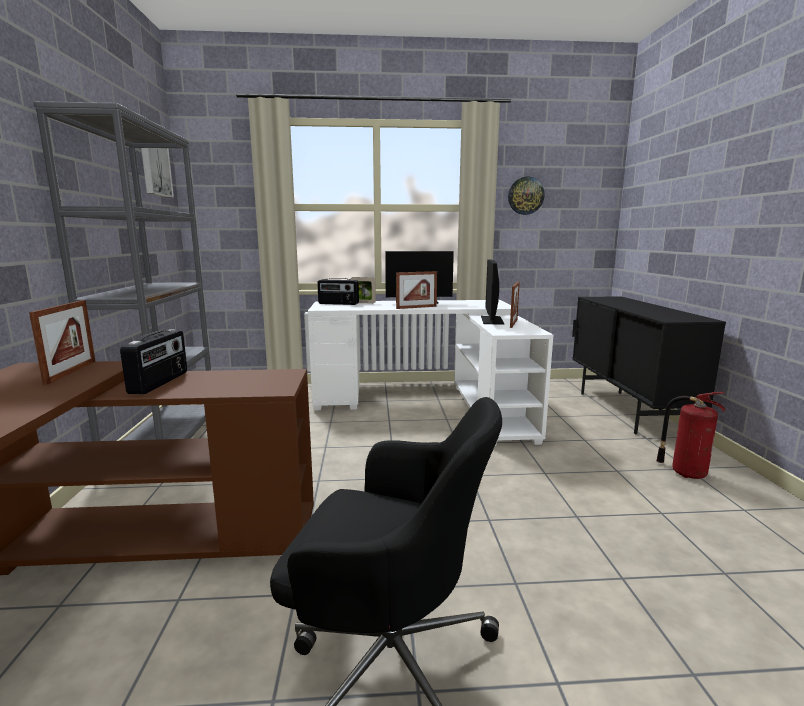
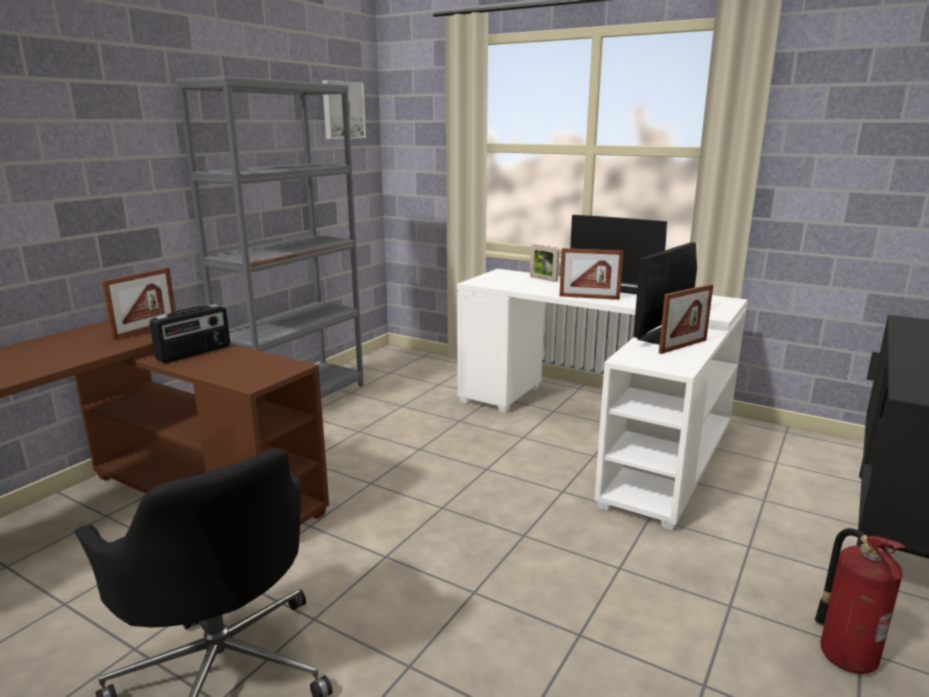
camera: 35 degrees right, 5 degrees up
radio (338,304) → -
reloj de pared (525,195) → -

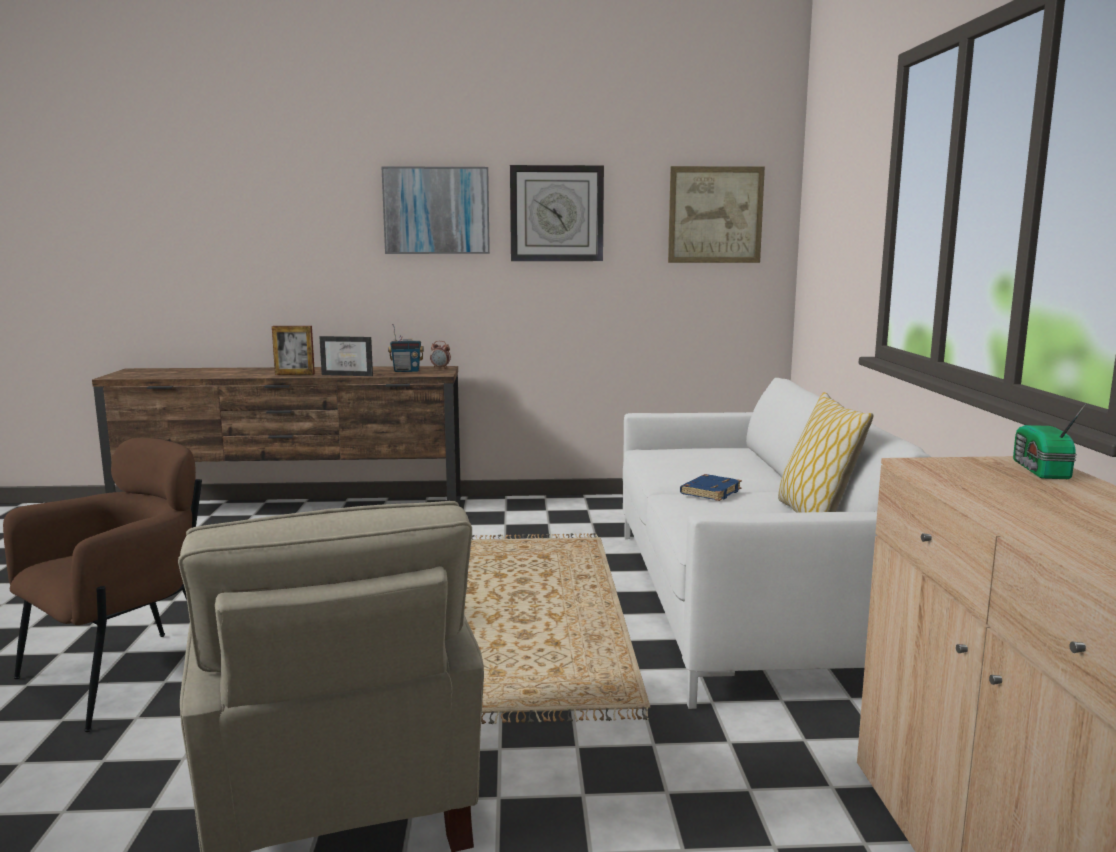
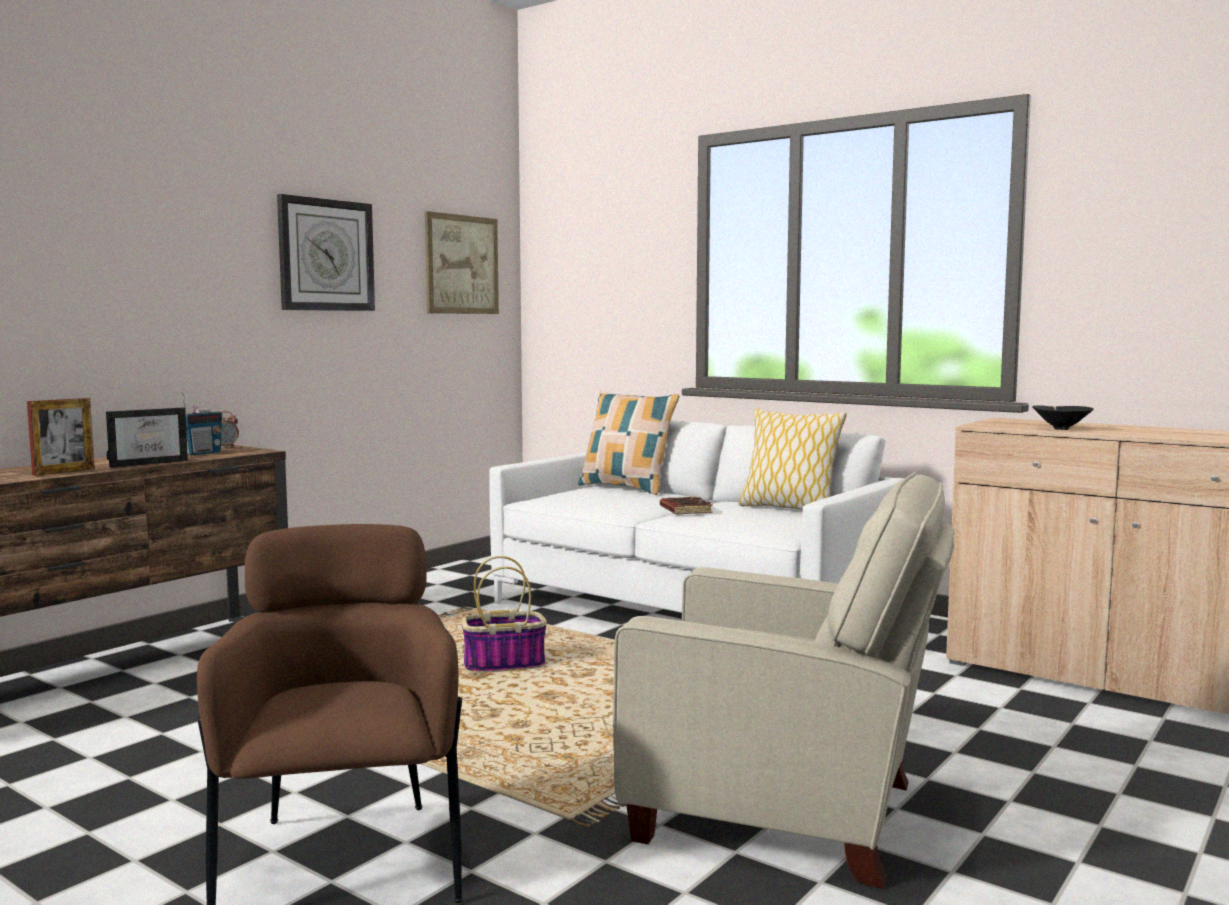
camera: 50 degrees left, 5 degrees down
cuadro (436,210) → -
libro/azul (710,492) → libro/marrón (684,510)
radio (1039,470) → -
- → cesta (505,665)
- → cojín (626,488)
- → cuenco/negro (1061,429)

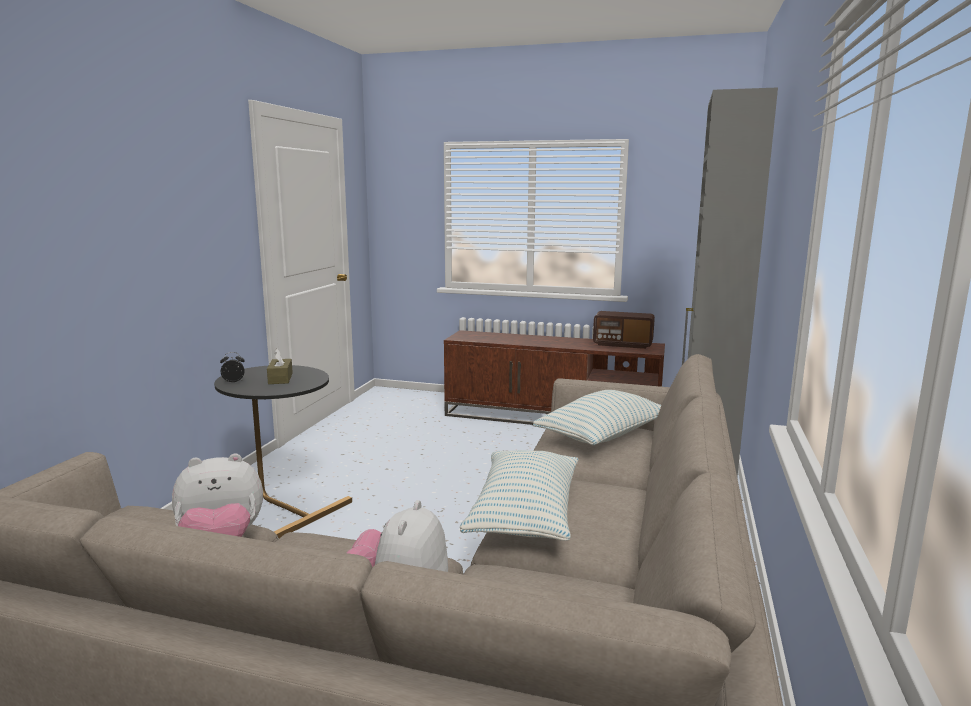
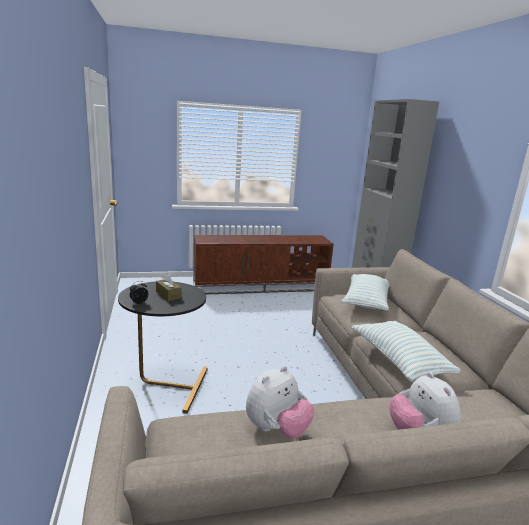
camera: 30 degrees left, 5 degrees up
radio (622,344) → -

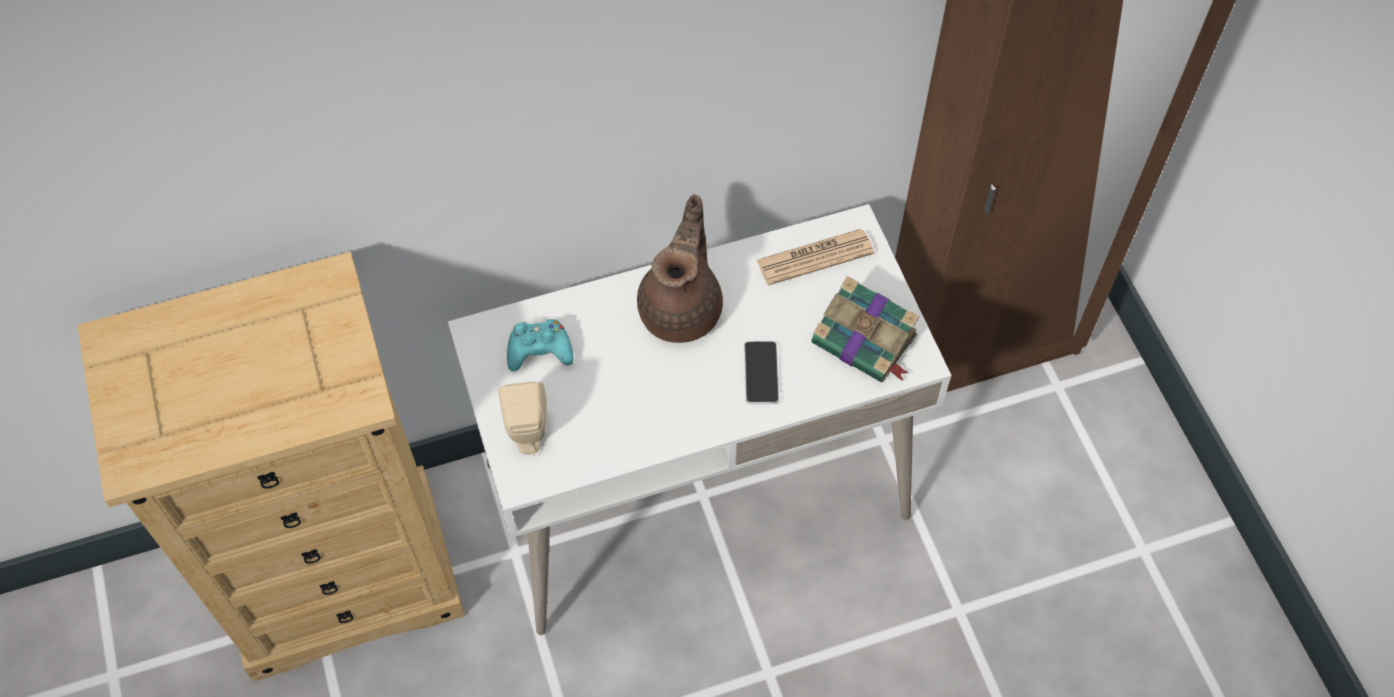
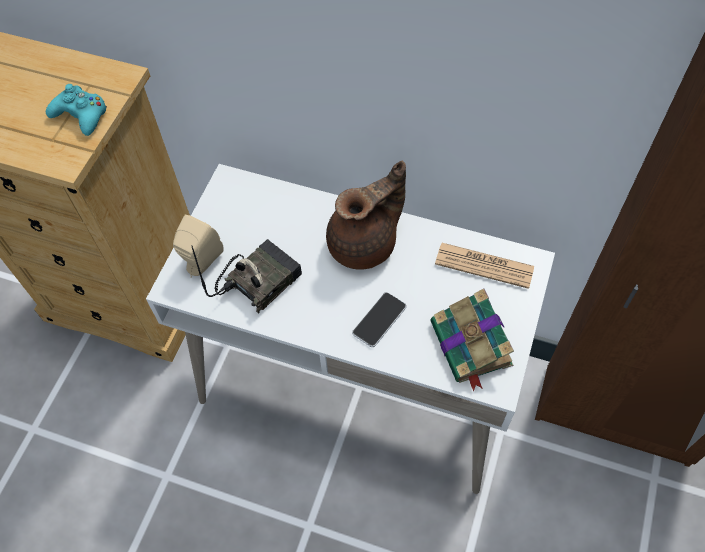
camera: 40 degrees right, 0 degrees up
mando de consola/turquesa (539,350) → mando de consola/turquesa (81,115), relocated
- → radio (258,279)

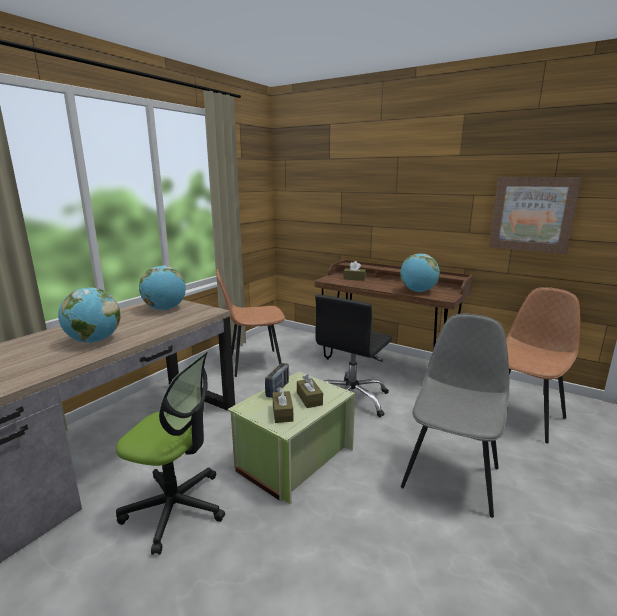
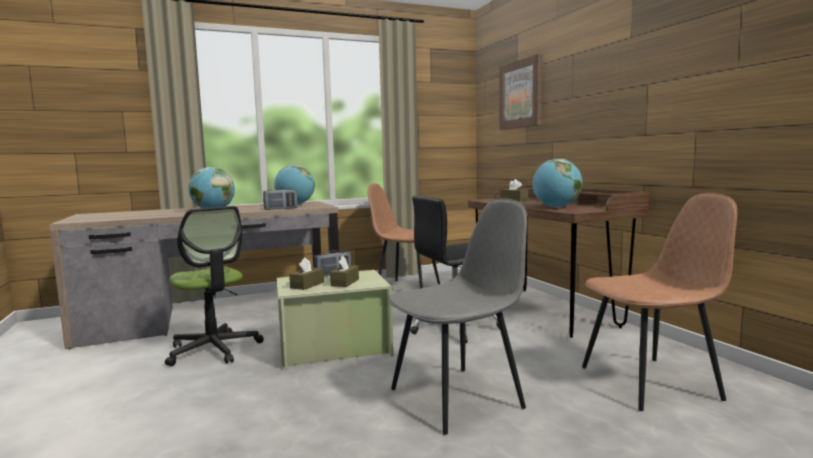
camera: 35 degrees right, 10 degrees down
cuadro (532,214) → cuadro (521,94), relocated
- → radio (281,209)

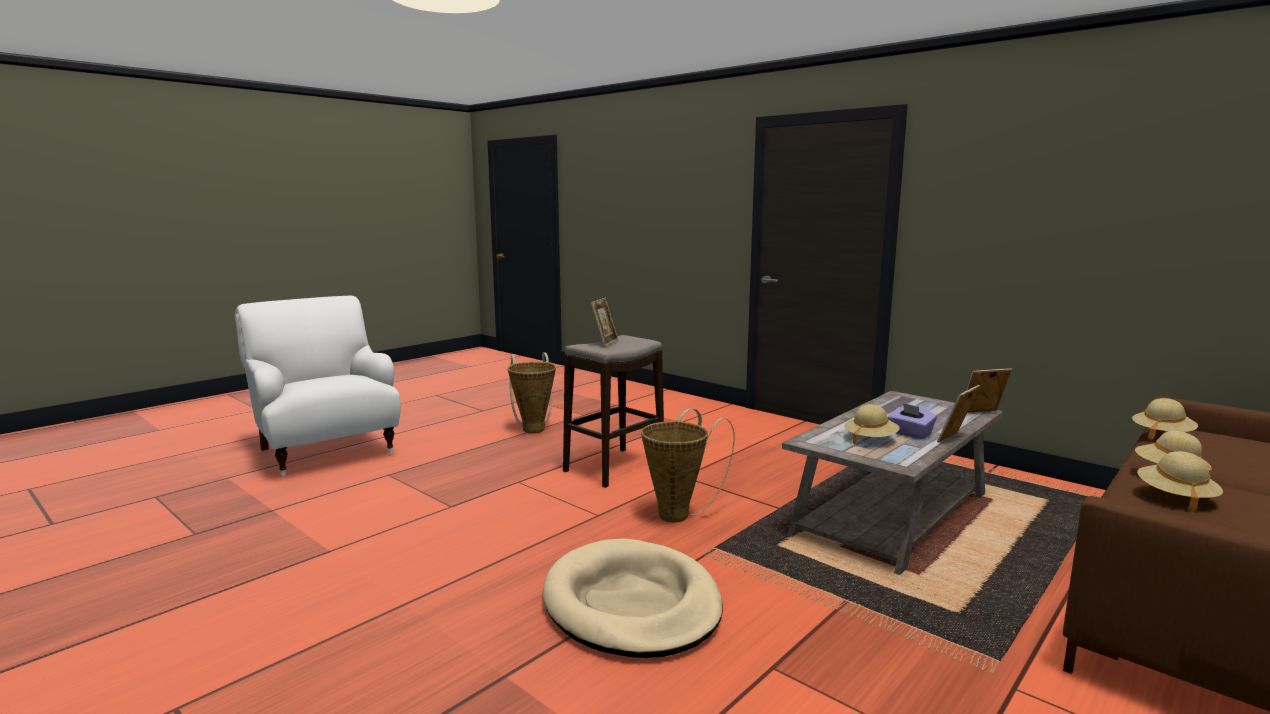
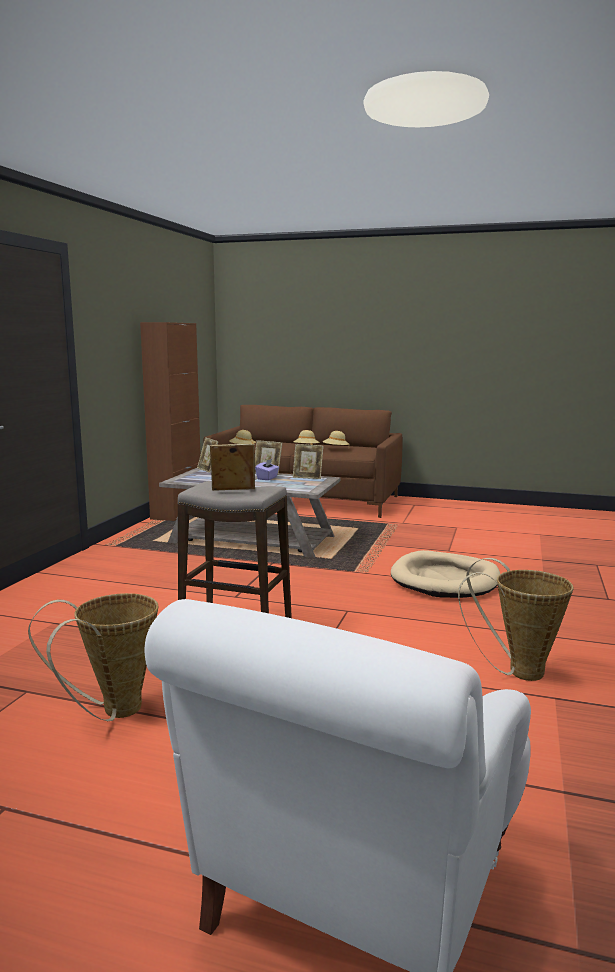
camera: 115 degrees left, 0 degrees up
cesta (679,514) → cesta (517,671), relocated
sombrero/beis (870,439) → -
- → armario/marrón (177,512)
- → portarretratos (308,477)

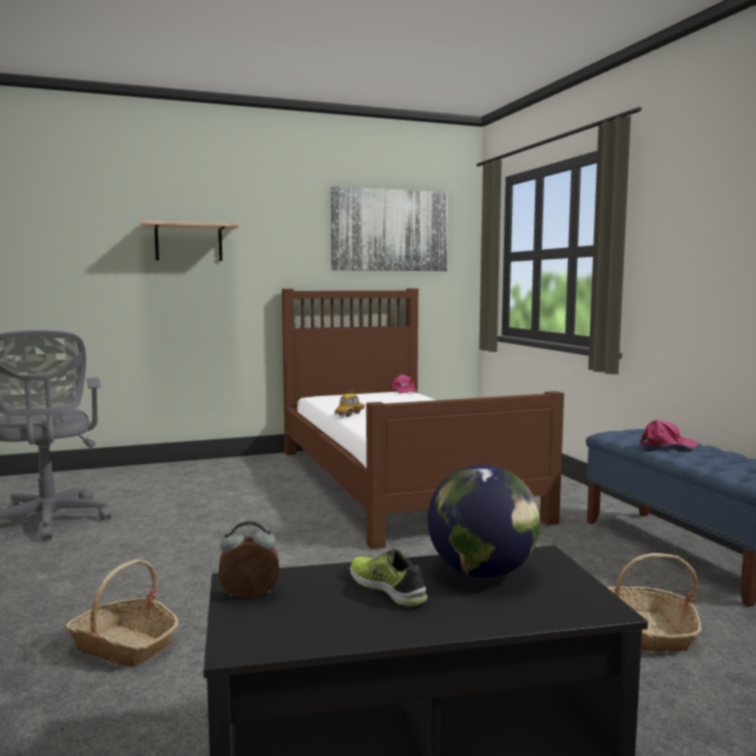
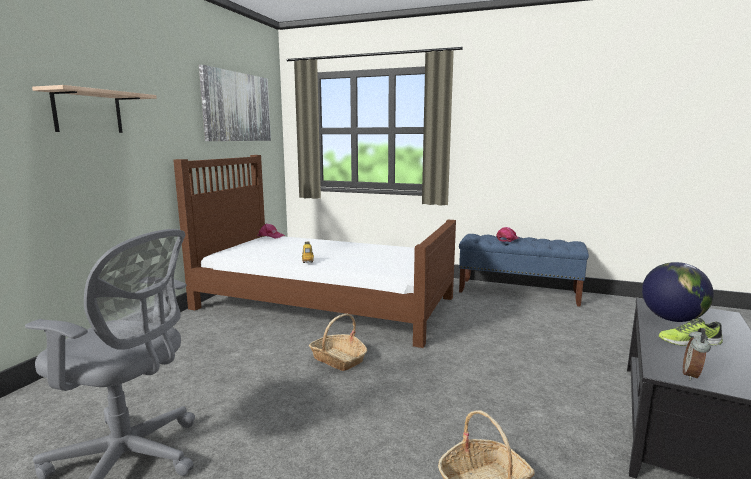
camera: 50 degrees left, 5 degrees up
cesta (650,631) → cesta (338,359), relocated

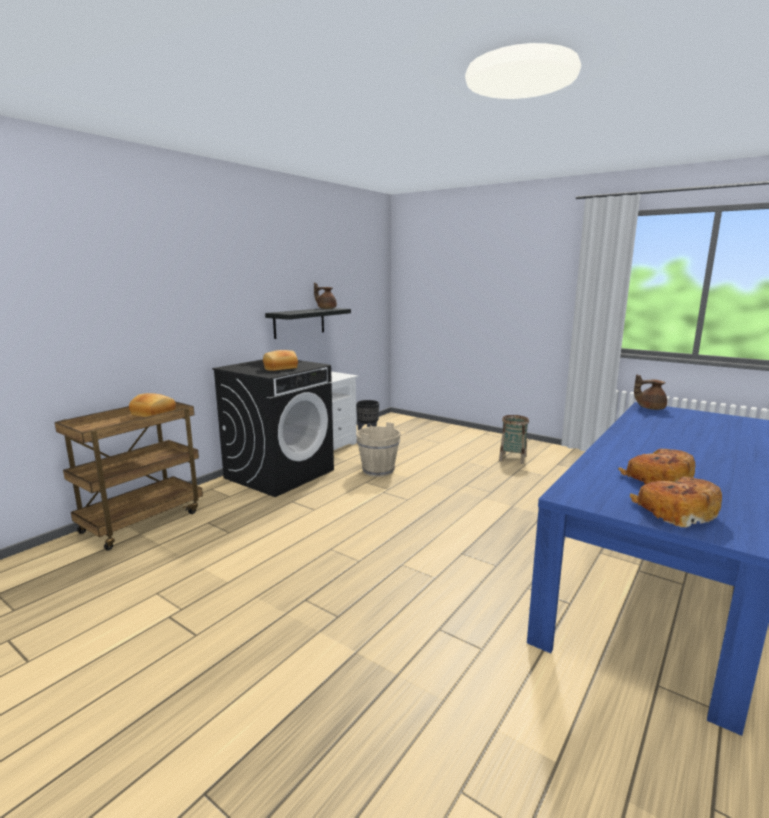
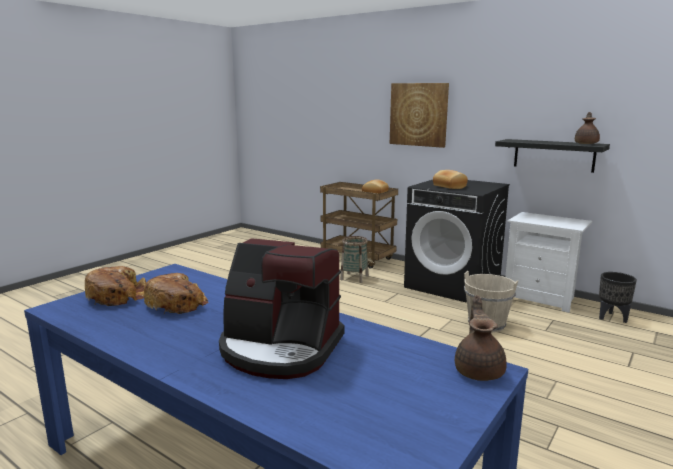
camera: 90 degrees right, 0 degrees up
cesta (512,458) → cesta (354,278), relocated
- → cafetera (280,349)
- → cuadro (418,114)

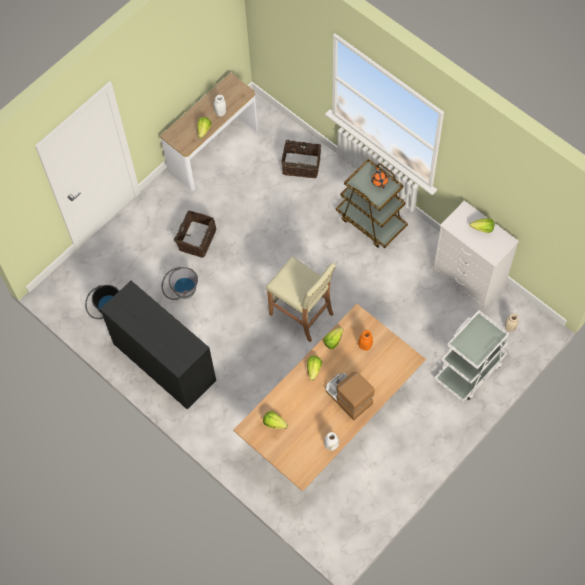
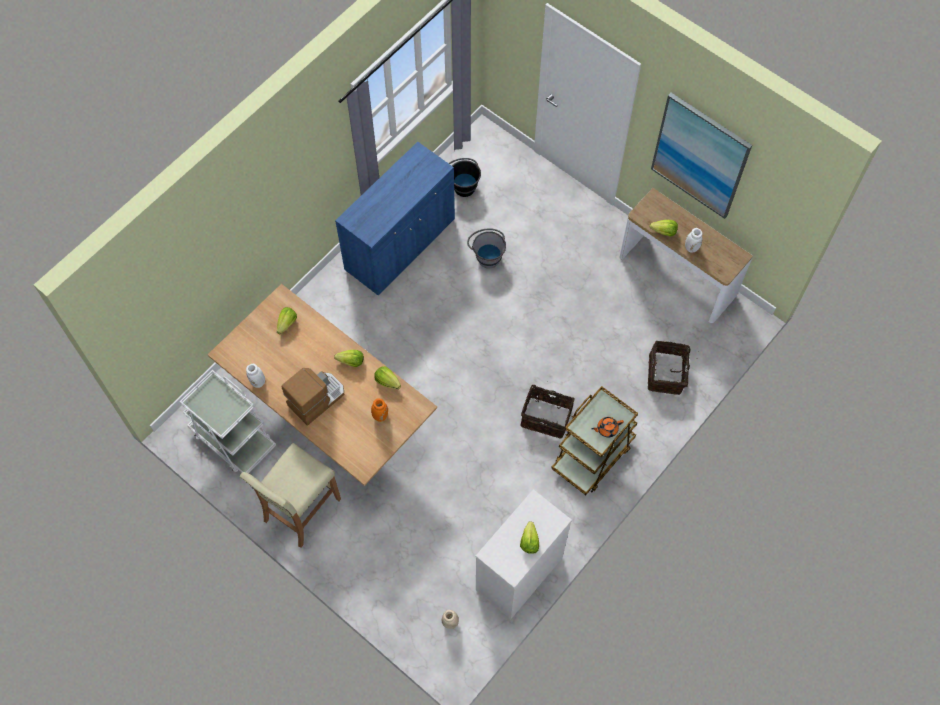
camera: 85 degrees right, 0 degrees up
armario/negro (164,362) → armario/azul (400,245)
cesta (196,239) → cesta (546,416), relocated
taburete/beis (302,314) → taburete/beis (301,510), relocated
carrito/blanco (469,370) → carrito/blanco (233,439), relocated
- → cuadro (700,156)

